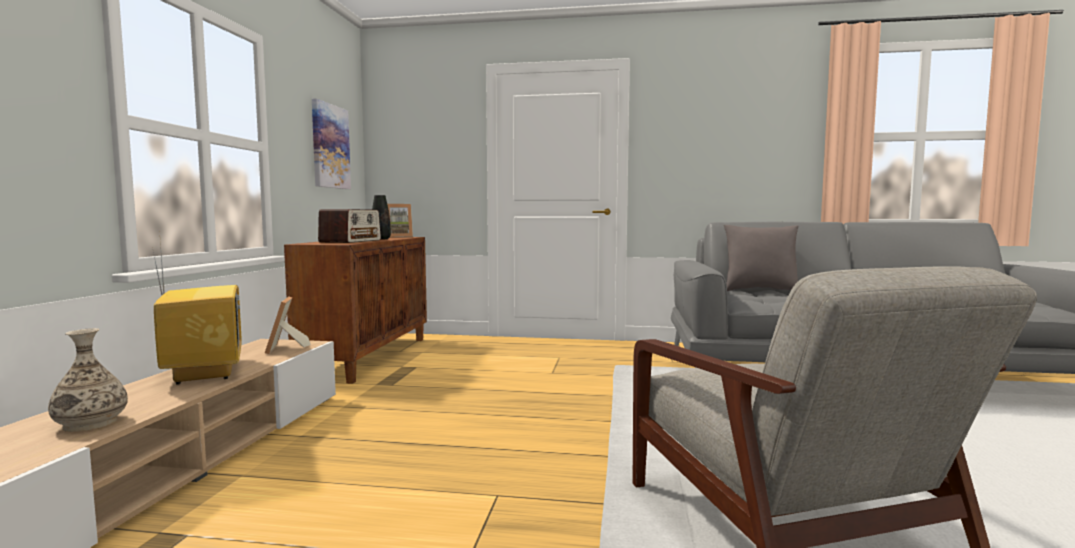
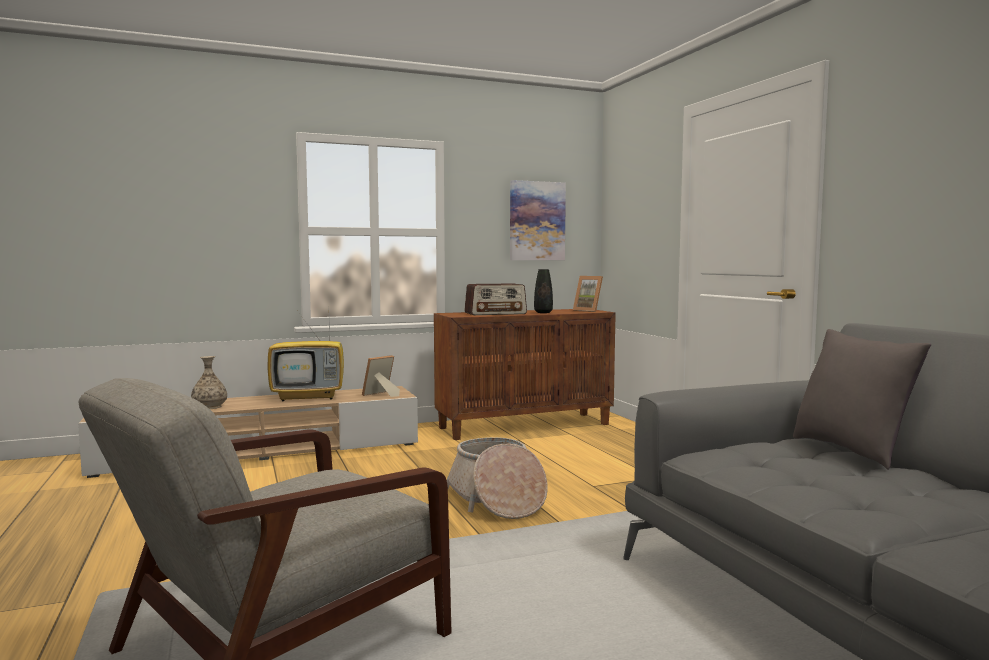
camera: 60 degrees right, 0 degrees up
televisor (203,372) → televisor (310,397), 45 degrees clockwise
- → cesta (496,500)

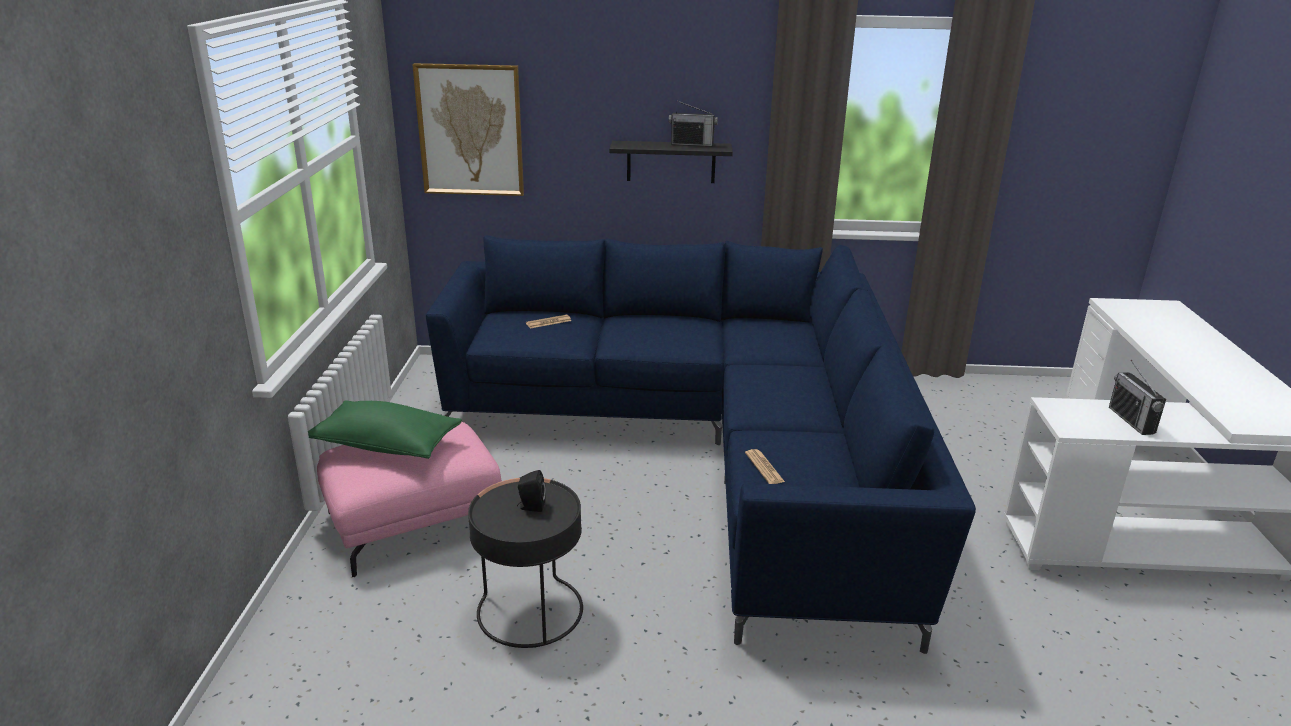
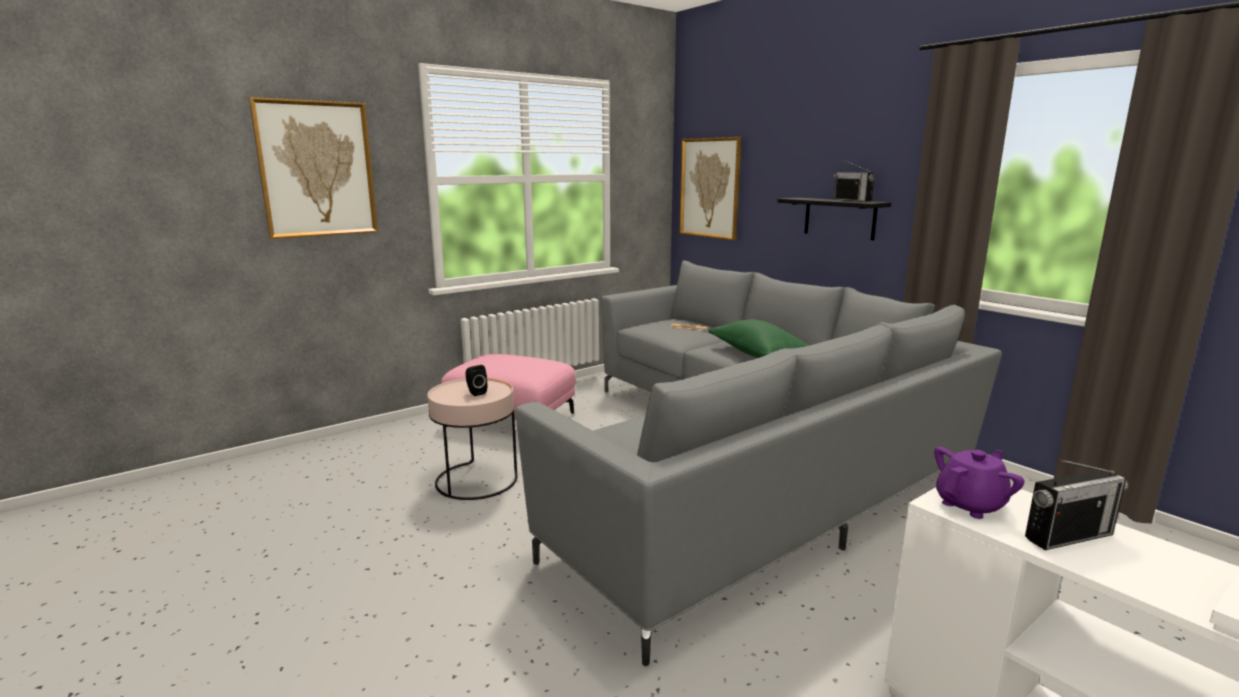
camera: 50 degrees right, 10 degrees down
cojín/verde (386,445) → cojín/verde (758,354), relocated
sofá/azul (709,451) → sofá/gris (747,463)
mesa auxiliar/negro (530,611) → mesa auxiliar/rosa (476,480)
periódico (764,467) → -
radio (1131,420) → radio (1068,536), 150 degrees counterclockwise
- → cuadro (317,169)
- → tetera/morado (970,505)

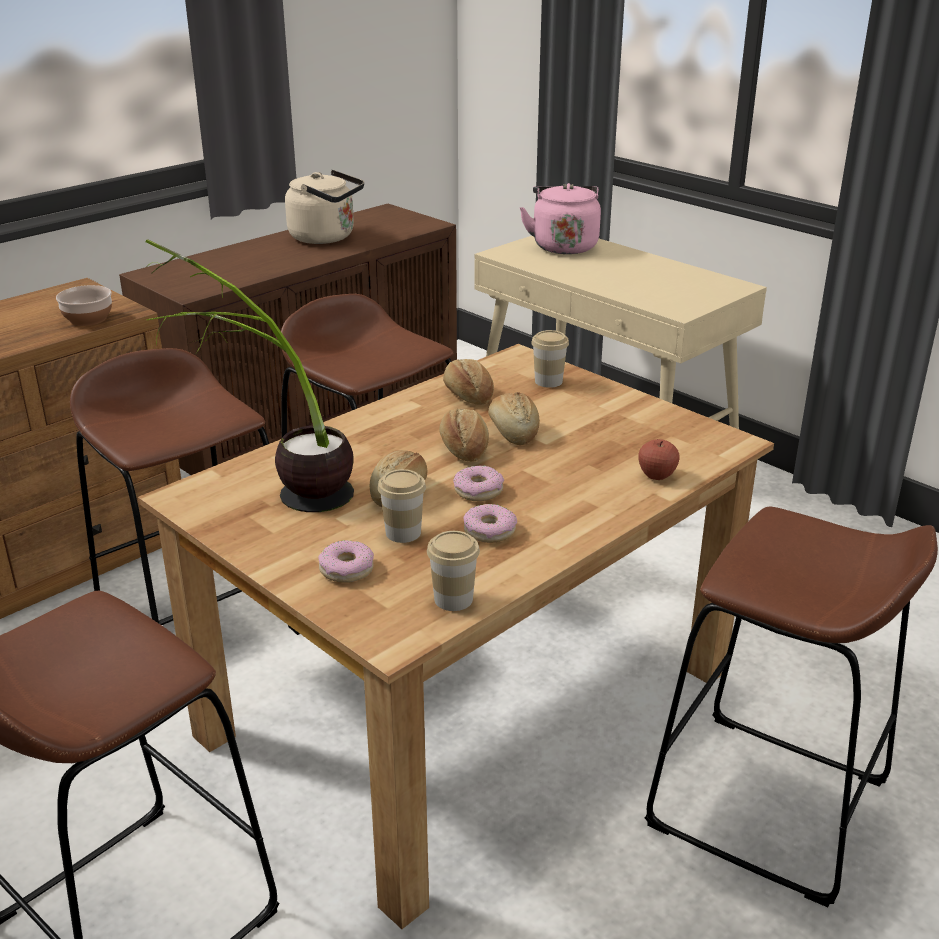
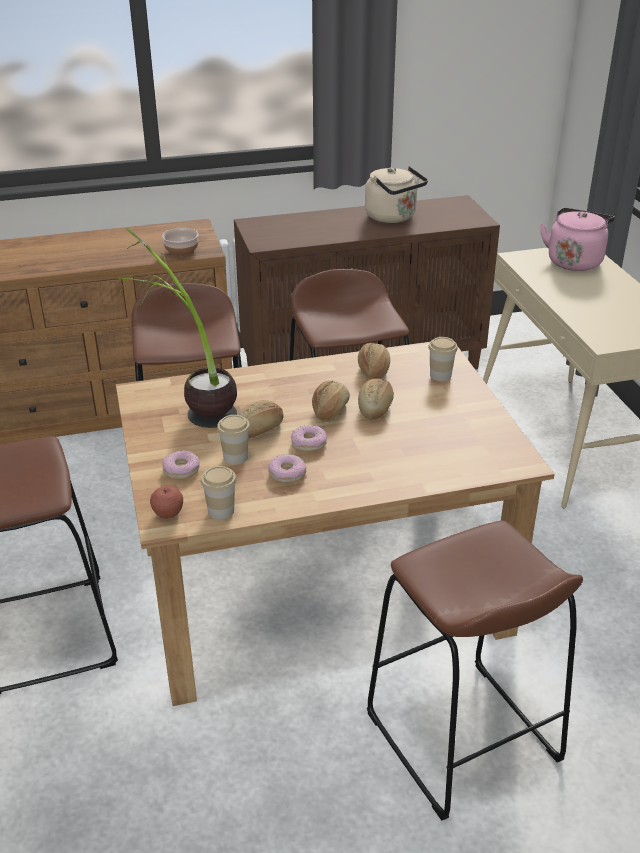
camera: 30 degrees right, 5 degrees up
manzana (657,475) → manzana (168,514), relocated

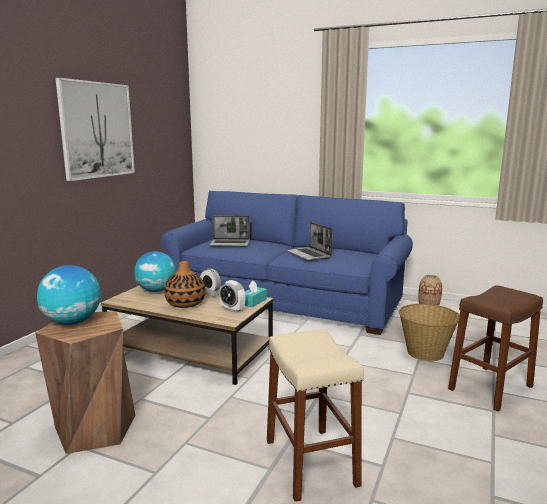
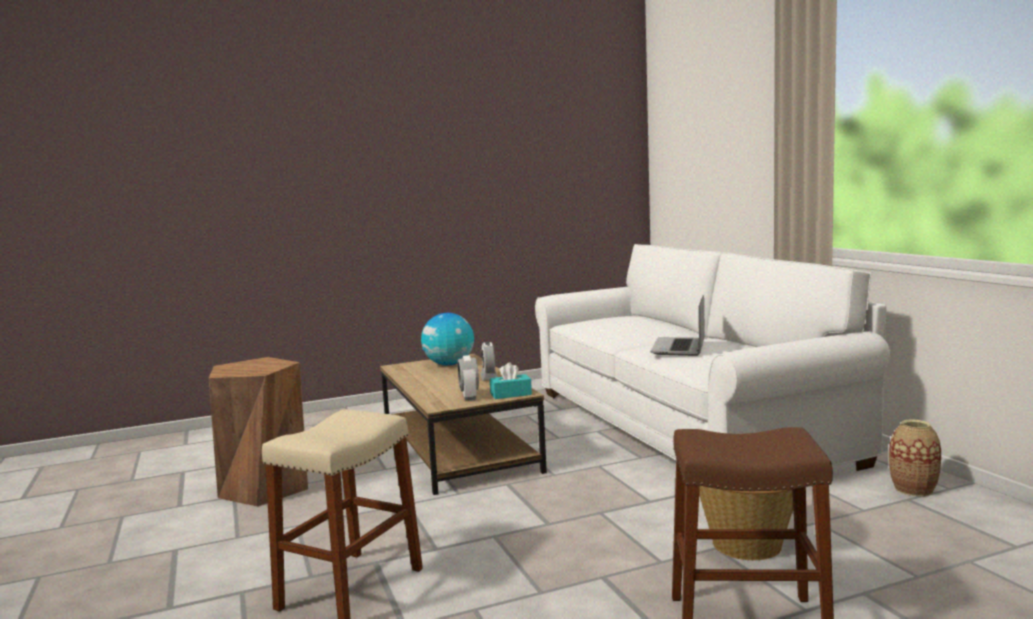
camera: 45 degrees right, 5 degrees down
globo terráqueo (72,322) → -
cuadro (97,130) → -
sofá/azul (286,300) → sofá/blanco (684,424)
florero (185,303) → -
portátil (230,244) → -

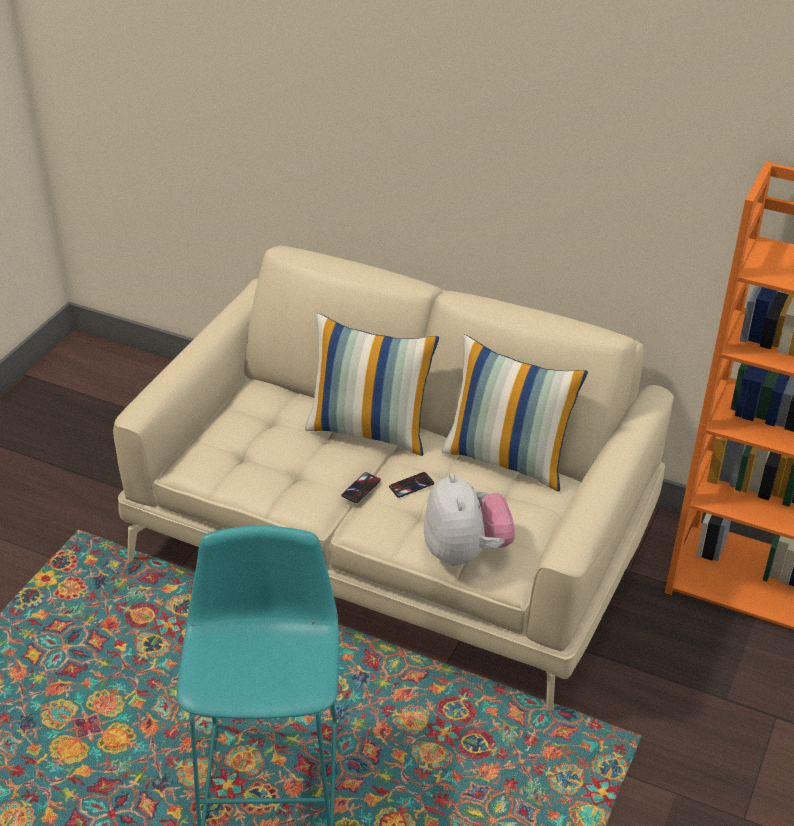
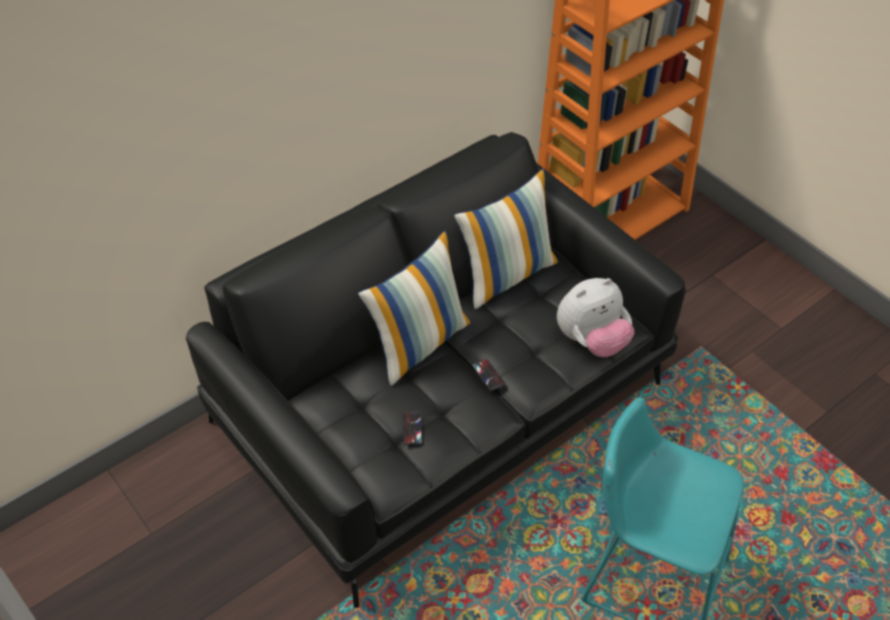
camera: 65 degrees left, 10 degrees up
sofá/beis (396,537) → sofá/negro (443,401)
móvil (411,485) → móvil (412,428), relocated
peluche (465,552) → peluche (591,340), 135 degrees clockwise

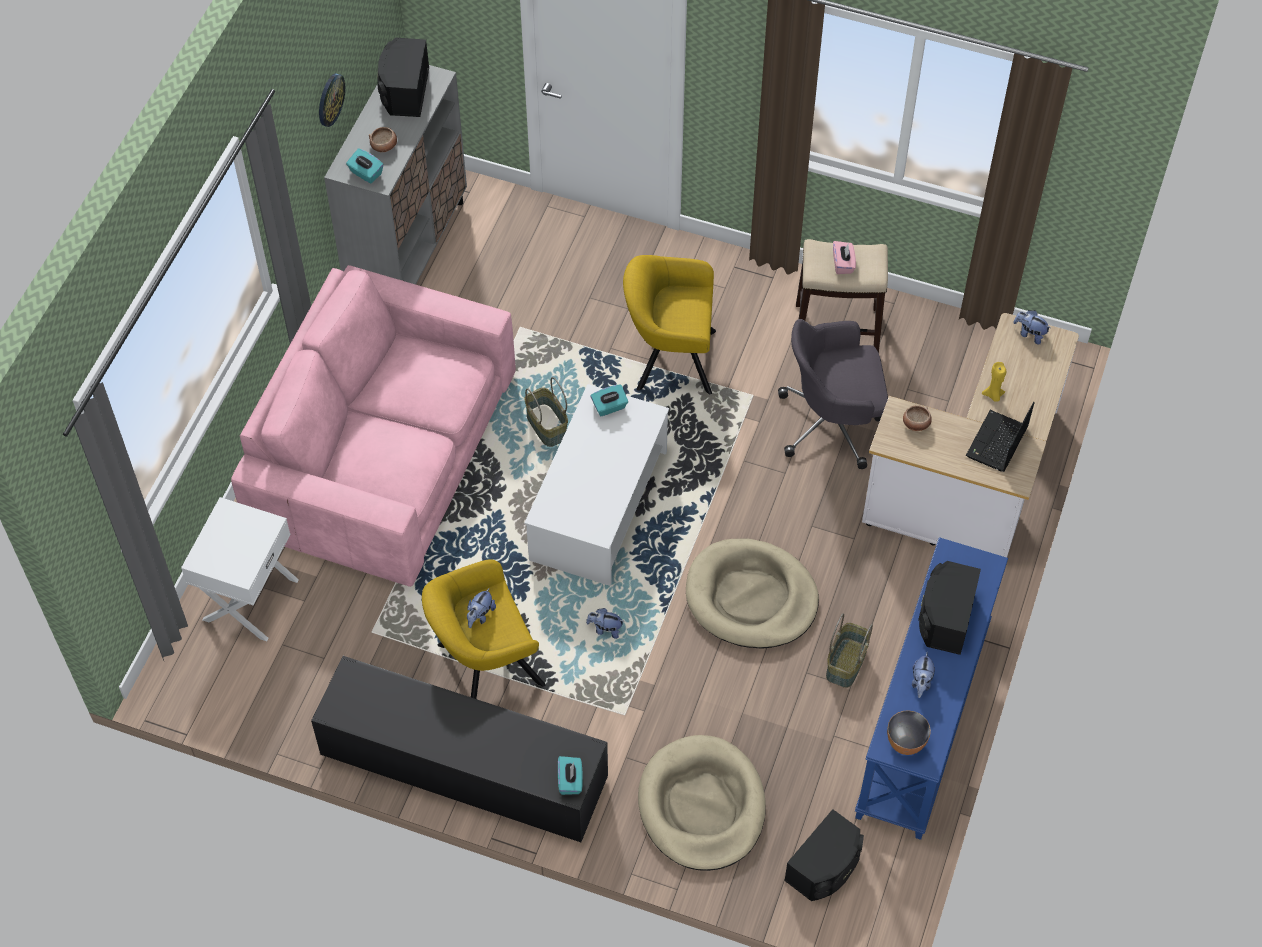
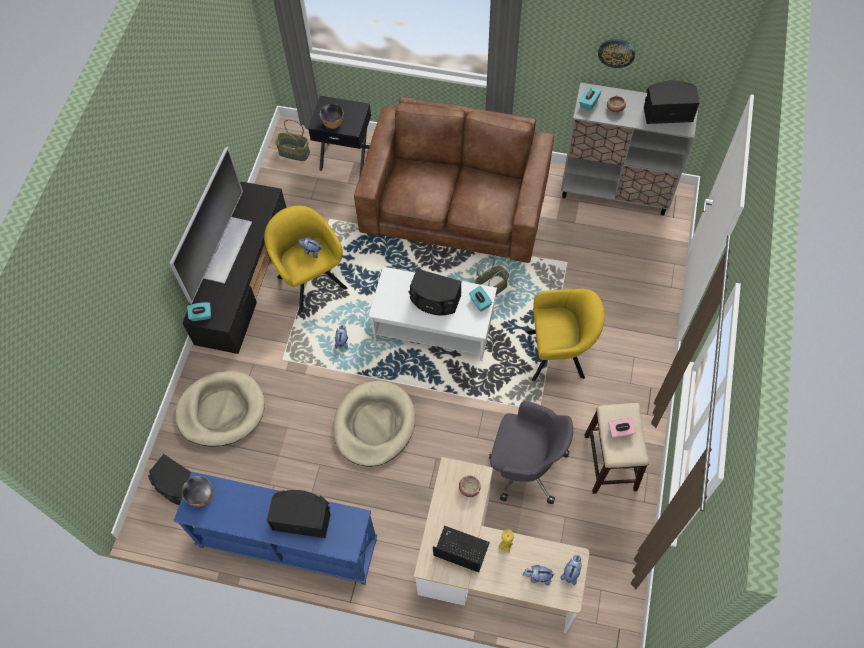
camera: 85 degrees right, 5 degrees up
mesa auxiliar/blanco (249,599) → mesa auxiliar/negro (346,157)
sofá/rosa (384,452) → sofá/marrón (456,204)
sillón/amarillo (669,359) → sillón/amarillo (559,354), 90 degrees clockwise
silla de oficina/gris (832,423) → silla de oficina/gris (525,466), 120 degrees clockwise
cesta (846,664) → cesta (293,153), relocated
peluche (921,682) → peluche (537,577), relocated
- → televisor (226,249)
- → cuenco (333,123)
- → altavoz/negro (434,301)

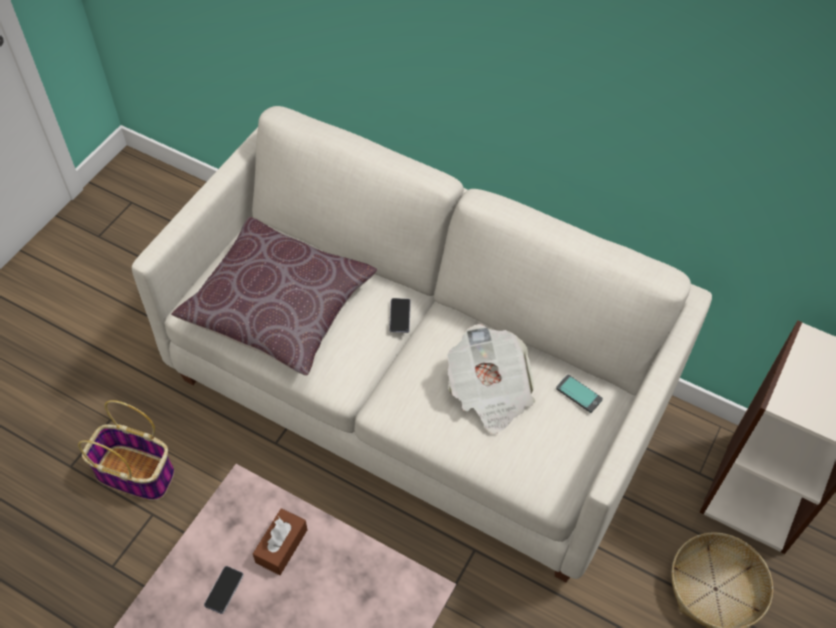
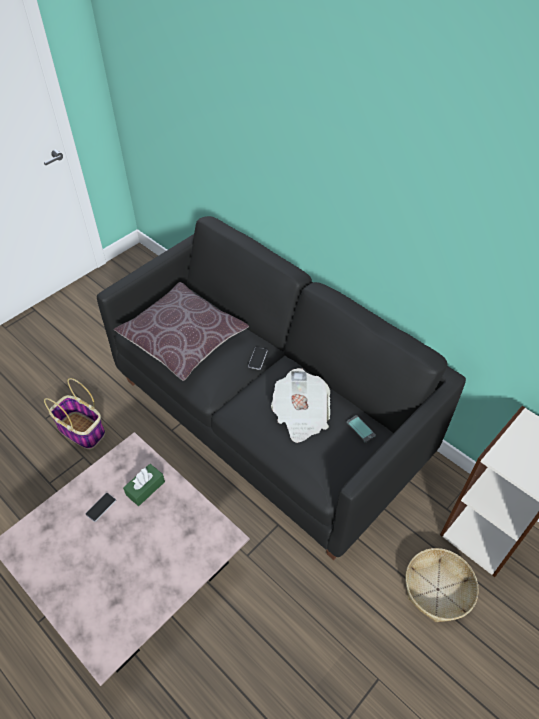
camera: 15 degrees right, 5 degrees down
sofá/blanco (417,391) → sofá/negro (270,417)
caja de pañuelos/marrón (281,546) → caja de pañuelos/verde (145,488)

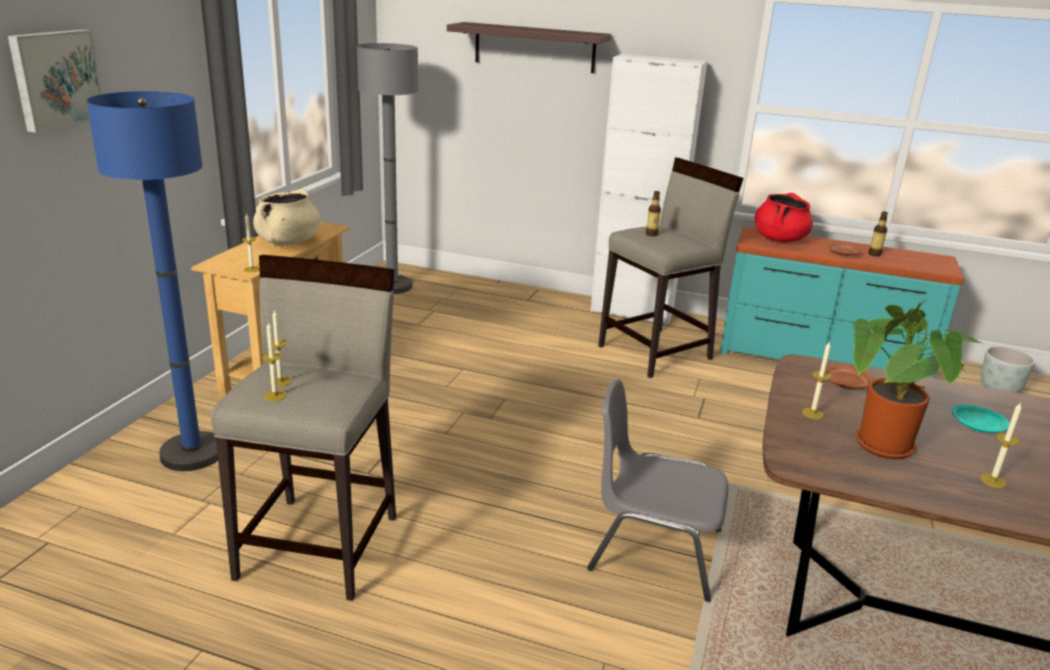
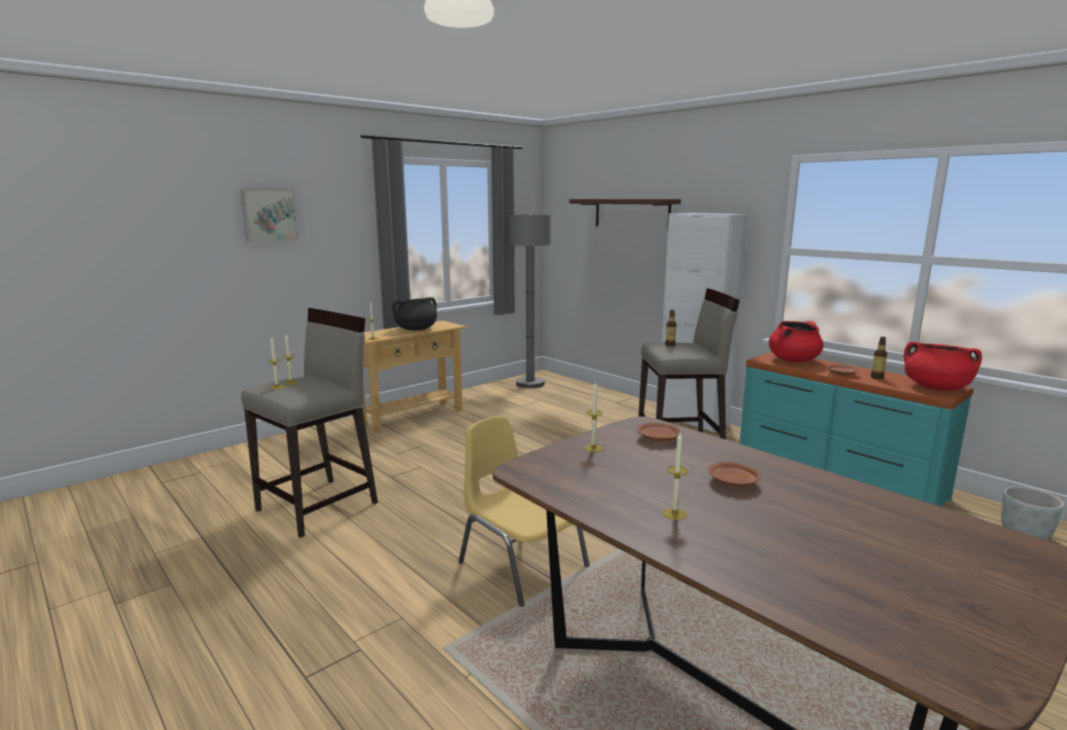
camera: 30 degrees right, 10 degrees down
lámpara de pie/azul (192,453) → -
olla/beis (288,242) → olla/negro (416,329)
silla/gris (653,550) → silla/amarillo (521,564)
planta en maceta (886,450) → -
plato/turquesa (978,427) → plato/marrón (733,482)
- → olla/rojo (936,387)

